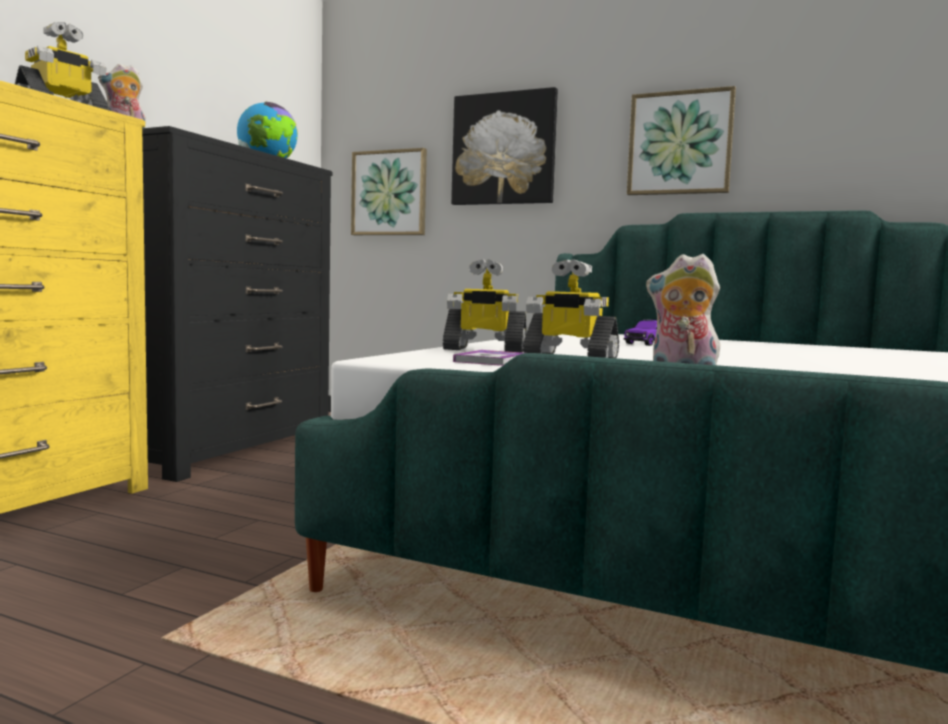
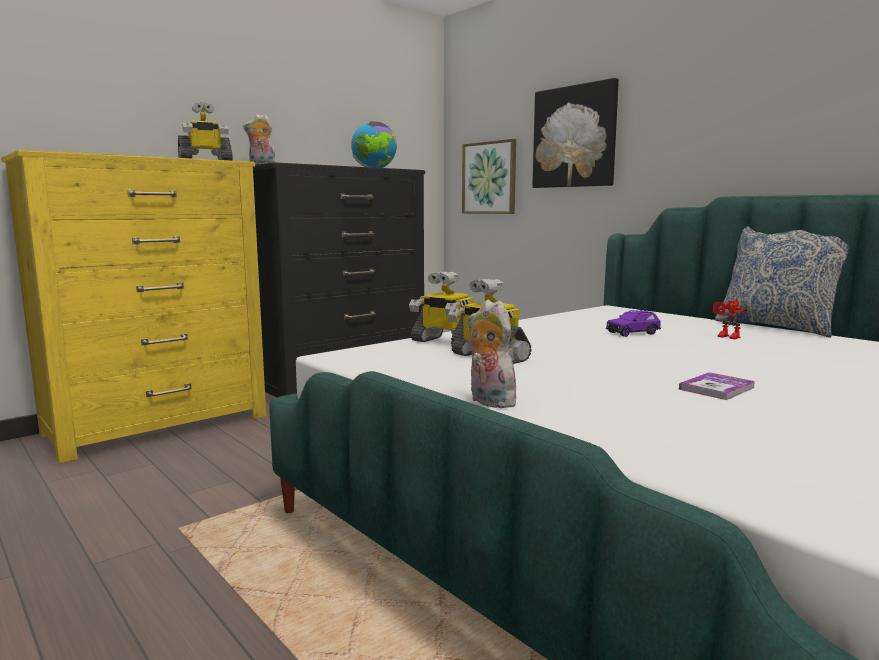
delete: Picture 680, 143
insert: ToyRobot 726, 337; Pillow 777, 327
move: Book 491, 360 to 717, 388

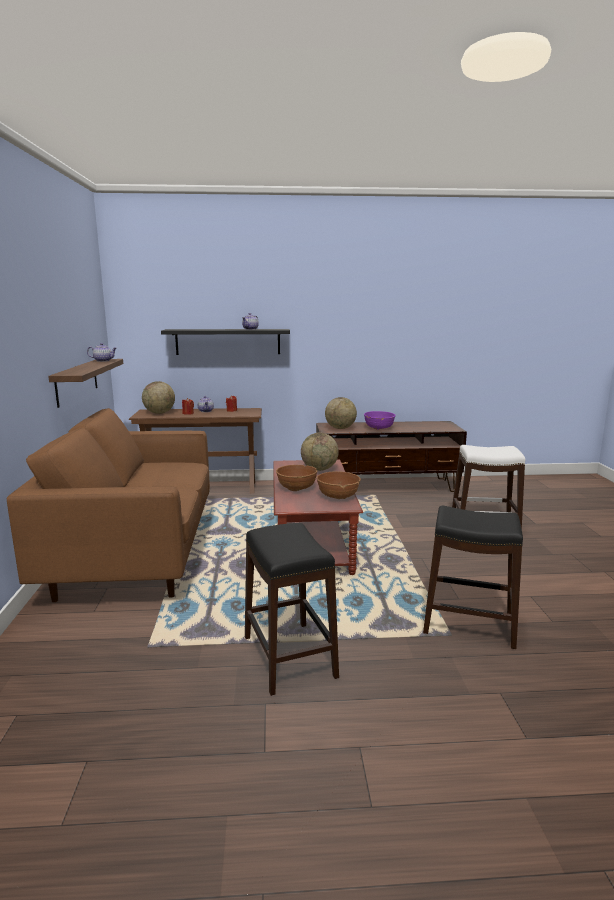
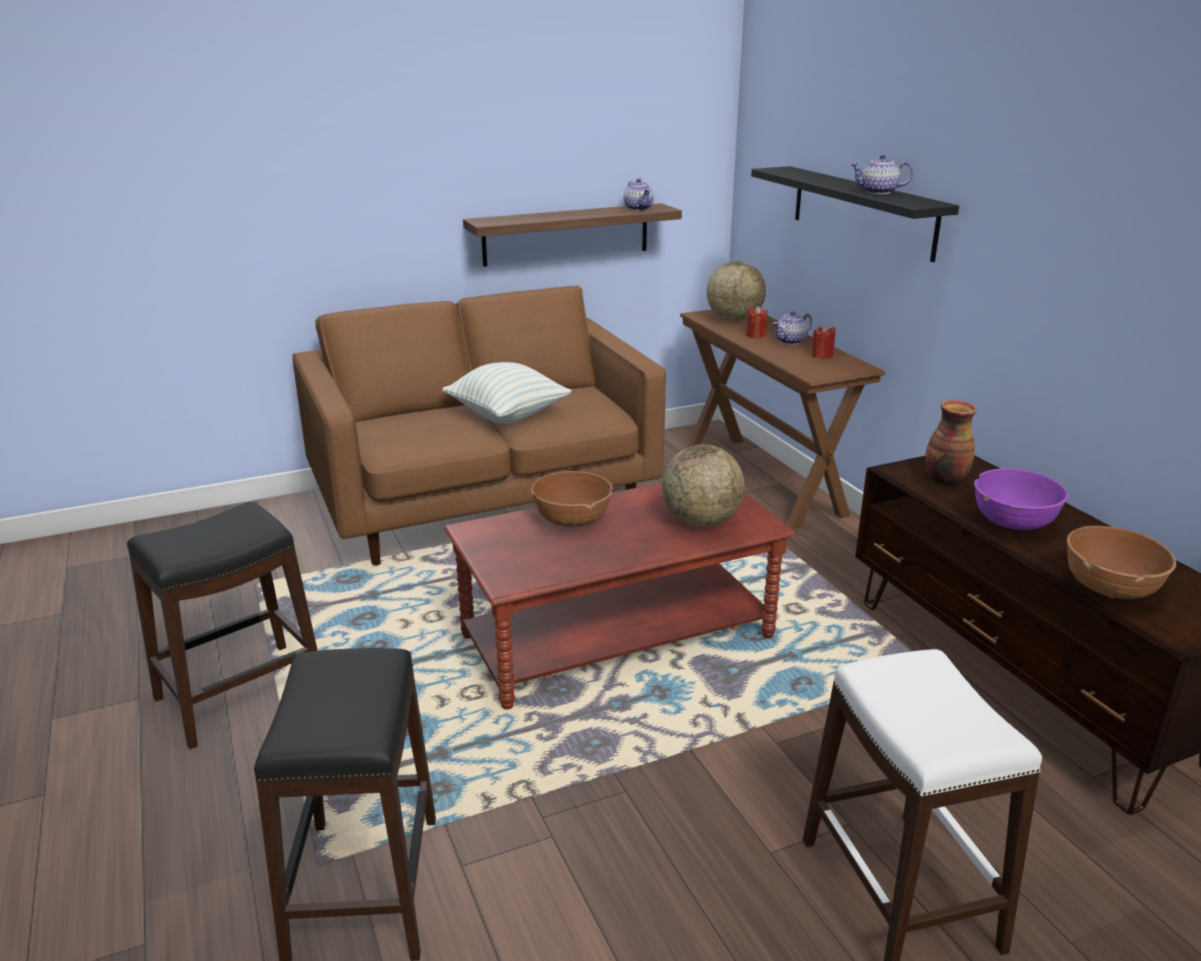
insert: Pillow 507, 415
move: BrownBowl 338, 496 to 1110, 588
replace: Globe 340, 428 to Vase 944, 479

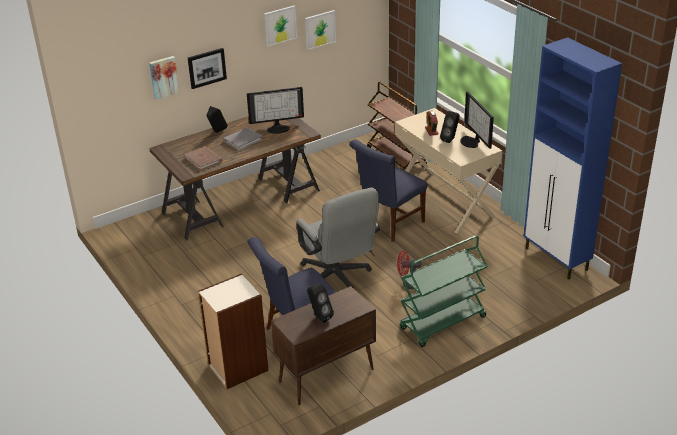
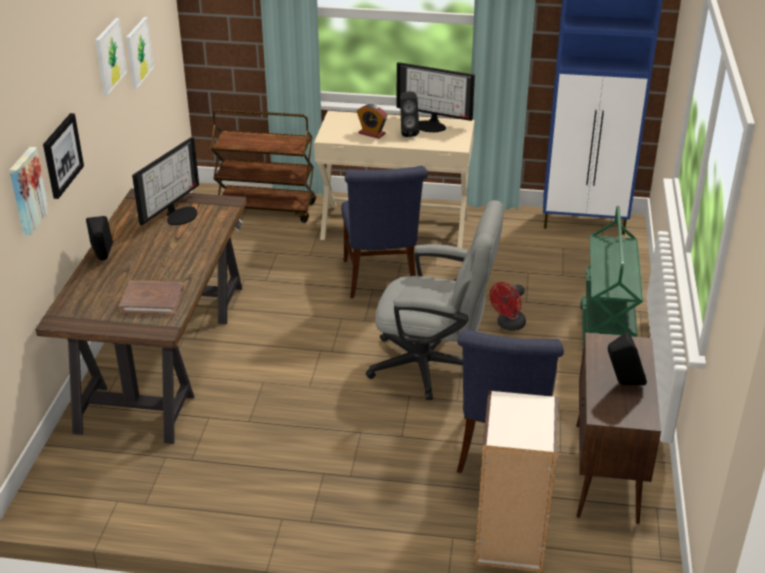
delete: GreyBook 243, 140

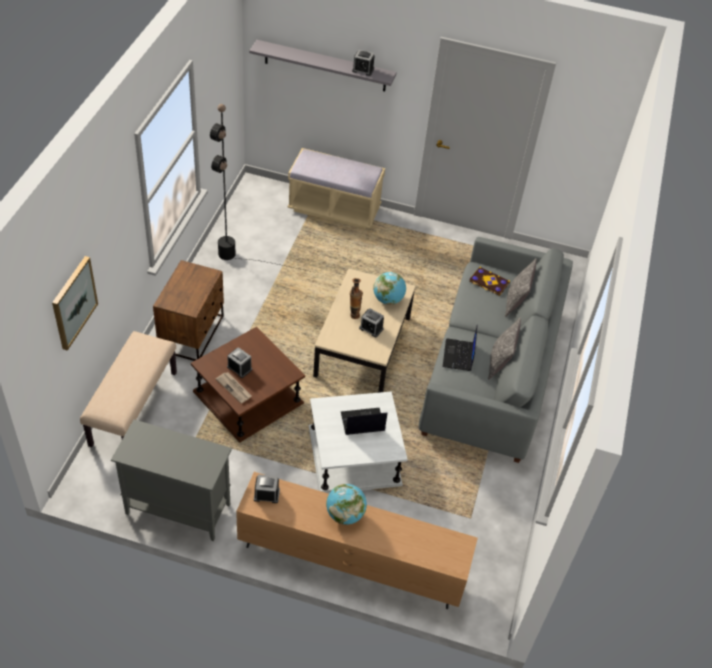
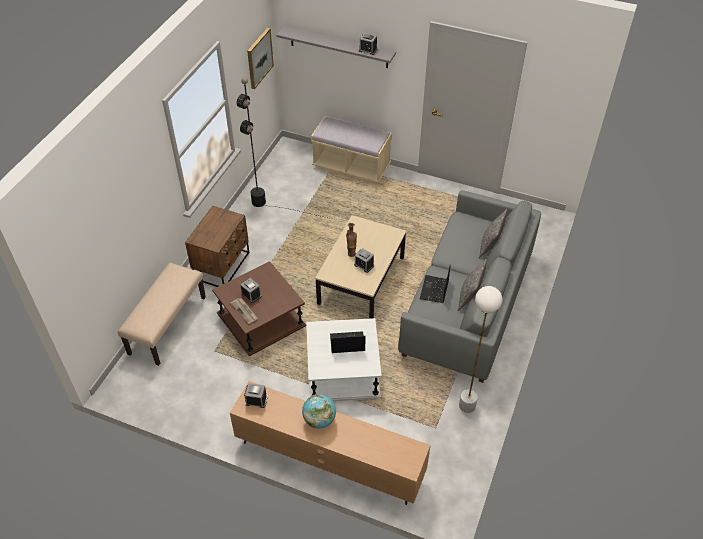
delete: GreyCabinet 177, 509; Globe 388, 300; Book 489, 282
insert: WhiteFloorLamp 467, 406
move: Picture 73, 302 to 259, 58

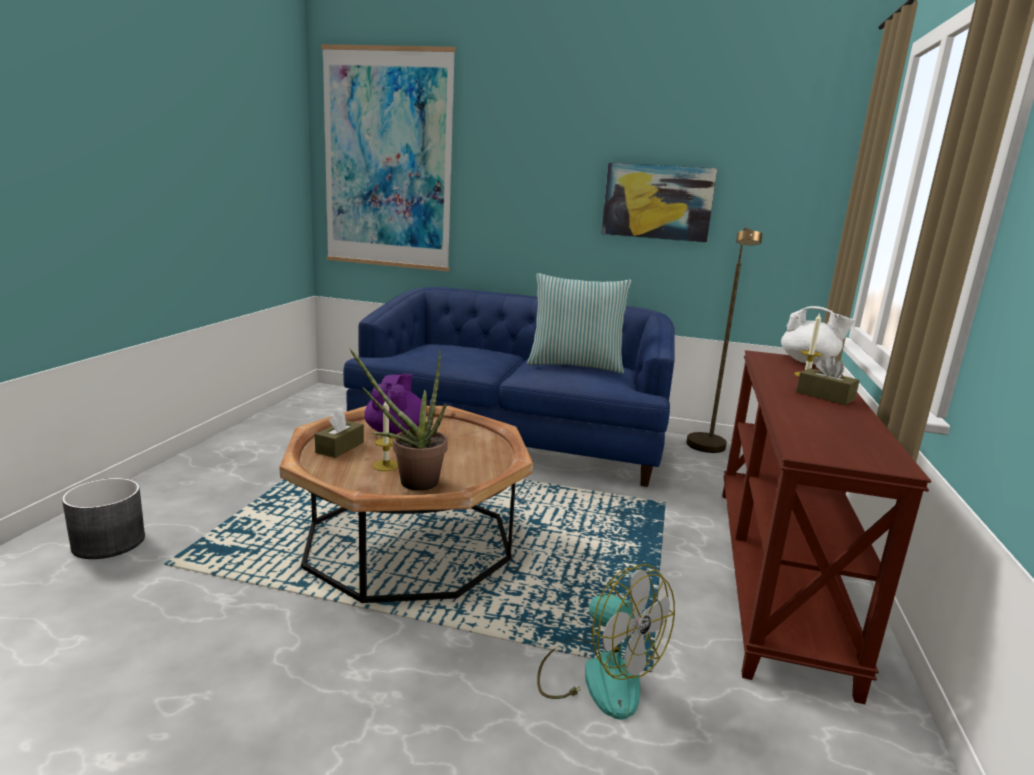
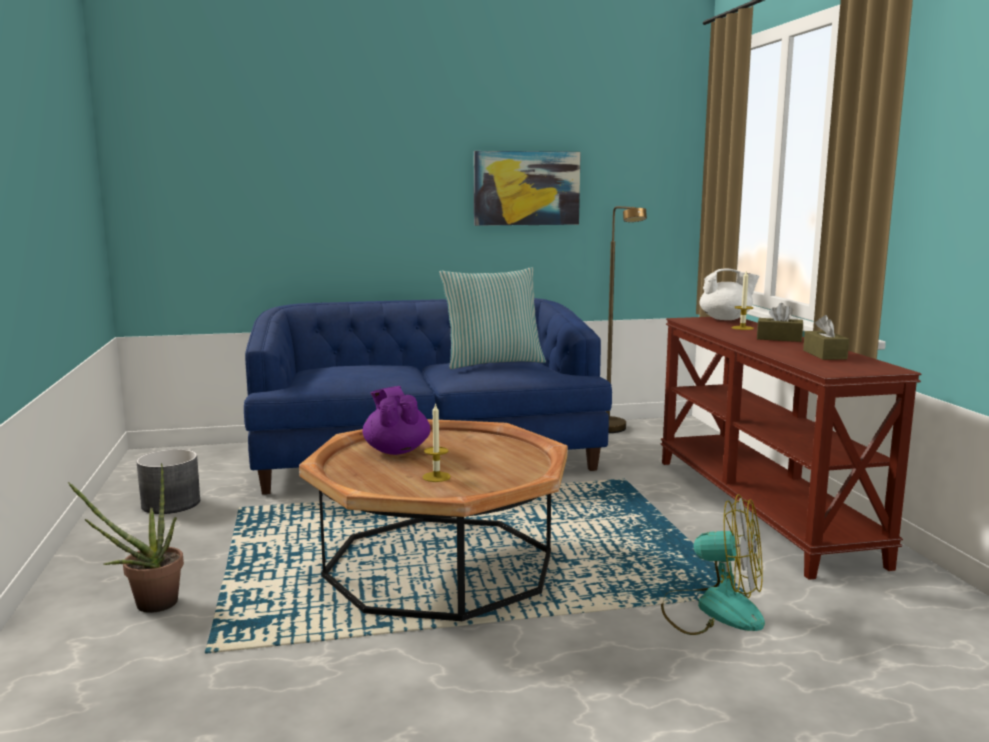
delete: Picture 388, 160
move: GreyPlanter 109, 542 to 171, 504; BrownTissueBox 340, 447 to 824, 355; PottedPlant 410, 482 to 147, 606

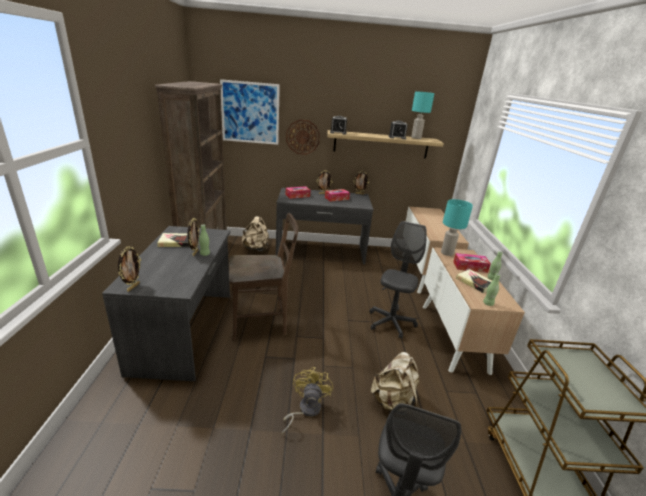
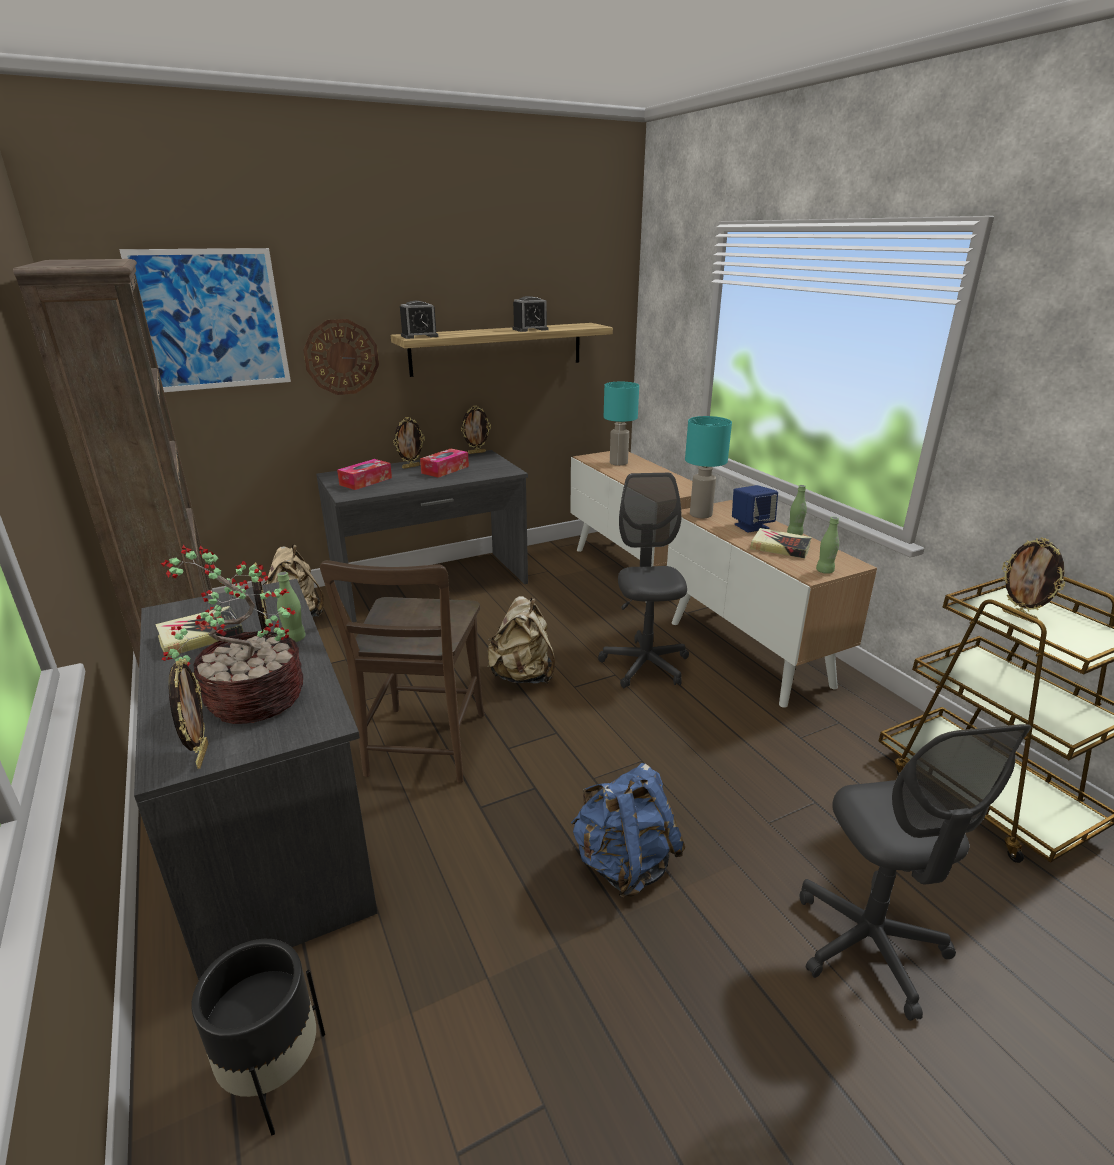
insert: PottedPlant 252, 699; BlackPlanter 275, 1074; PictureFrame 1019, 616
move: BeigeBackpack 393, 402 to 523, 676; TurquoiseTableLamp 416, 138 to 619, 463
replace: YellowFan 305, 410 to BlueBackpack 624, 864; TissueBox 470, 267 to BlueSpeaker 751, 526
rotate: BrownChair 262, 322 = 424, 749 135 degrees clockwise

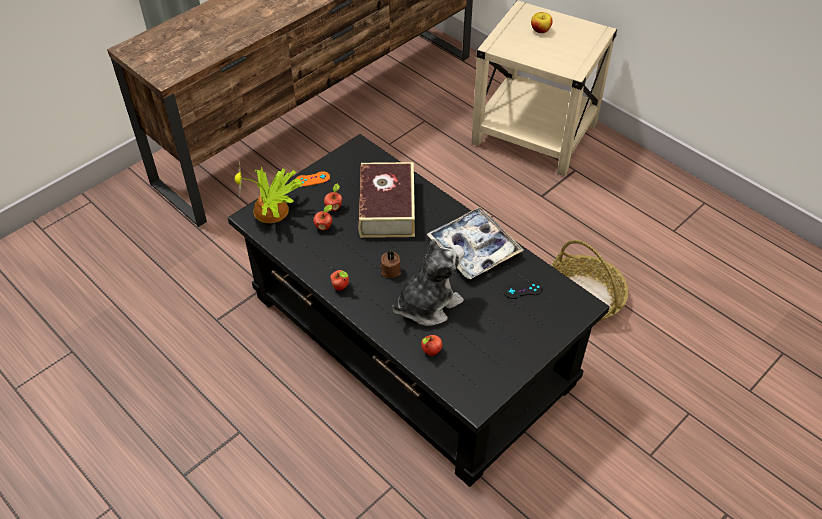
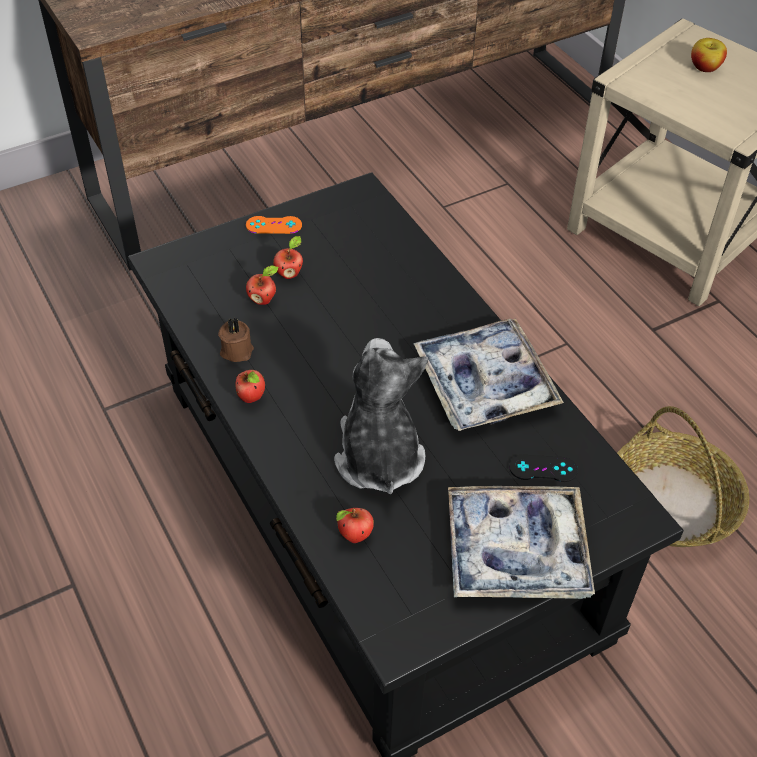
delete: PottedPlant 273, 211; Book 387, 208
insert: Tray 516, 551
move: BrownCandle 390, 270 to 236, 350
rotate: PlushToy 428, 304 = 378, 456 75 degrees counterclockwise

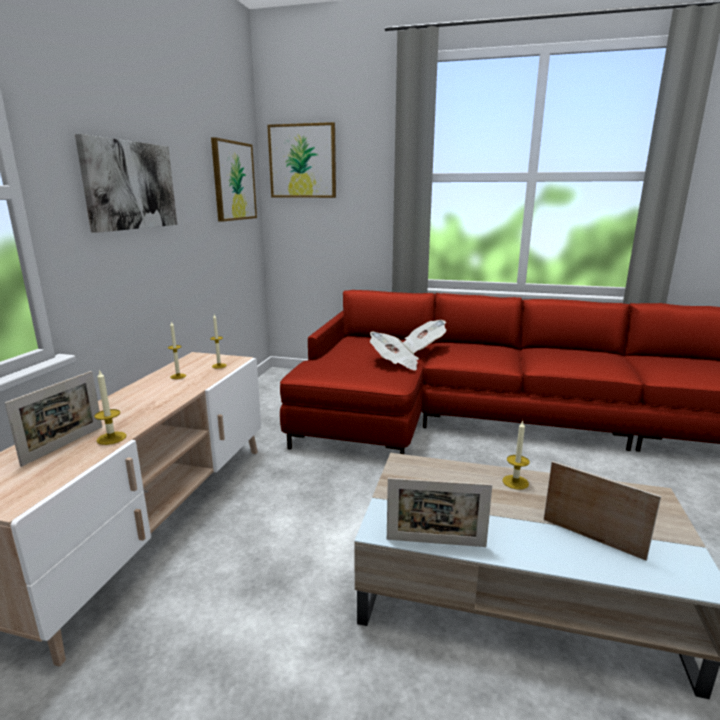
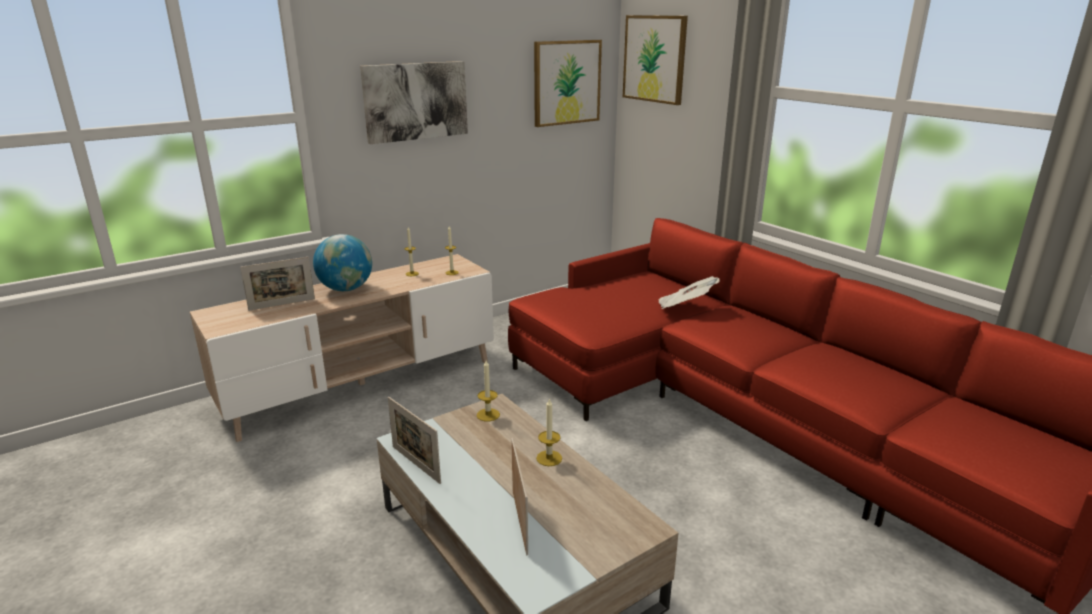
delete: Newspaper 394, 364
insert: Globe 346, 289
move: Candle 111, 438 to 488, 415

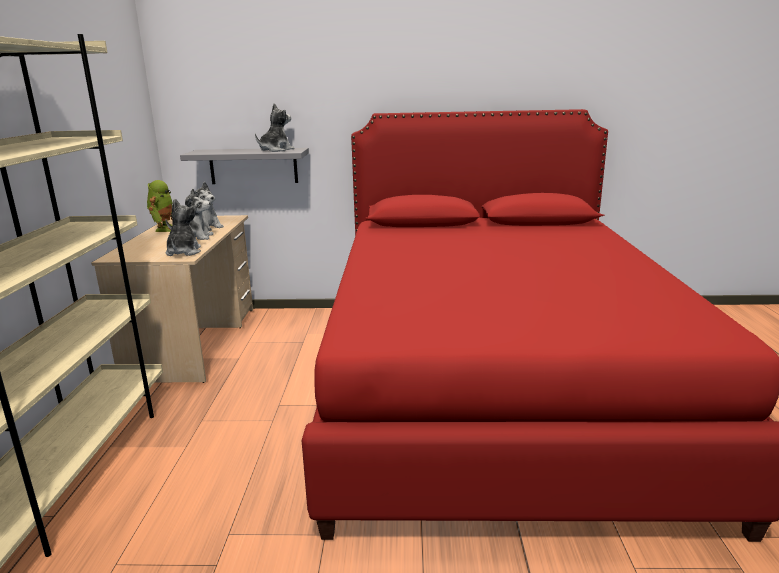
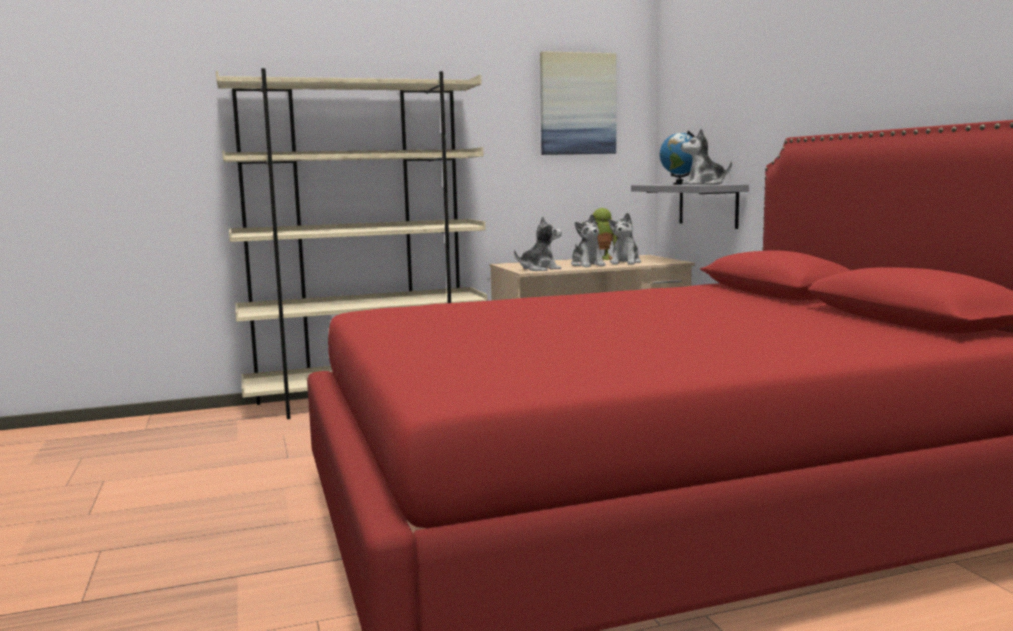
insert: Picture 577, 104; Globe 680, 184
rotate: PlushToy 275, 150 = 704, 184 150 degrees clockwise

